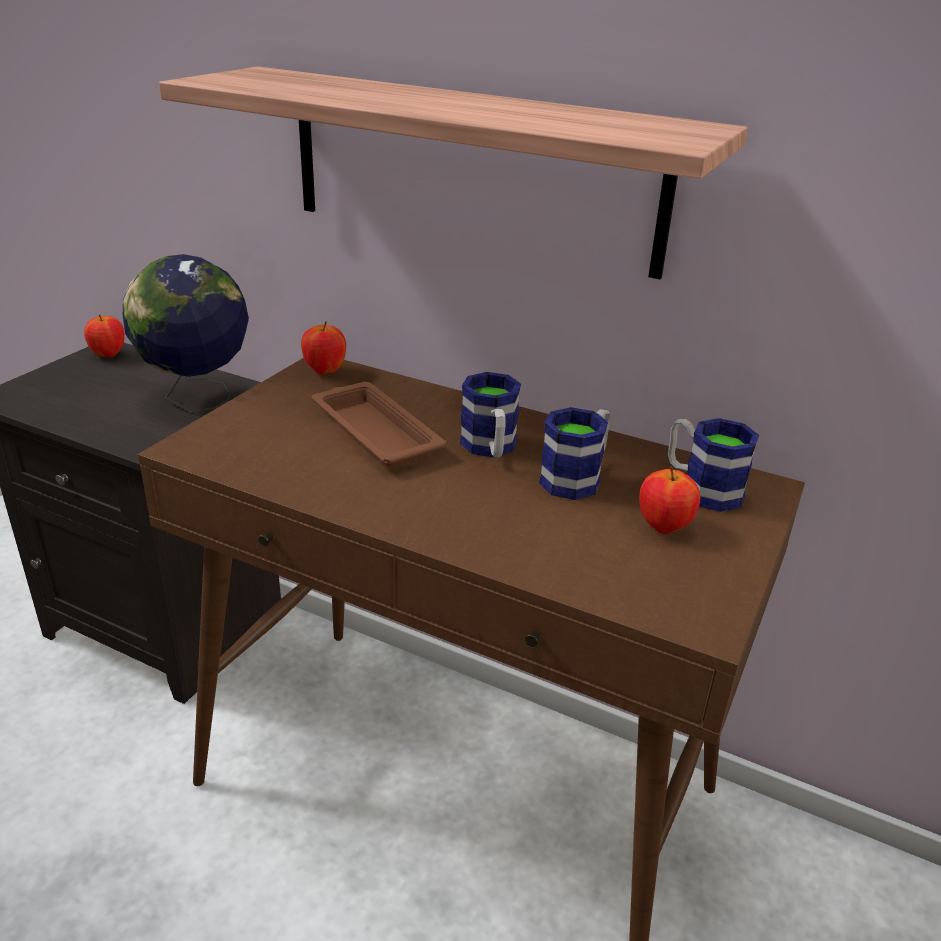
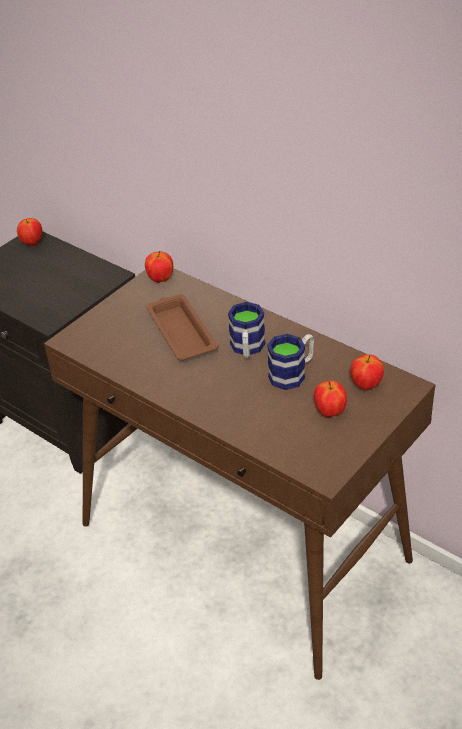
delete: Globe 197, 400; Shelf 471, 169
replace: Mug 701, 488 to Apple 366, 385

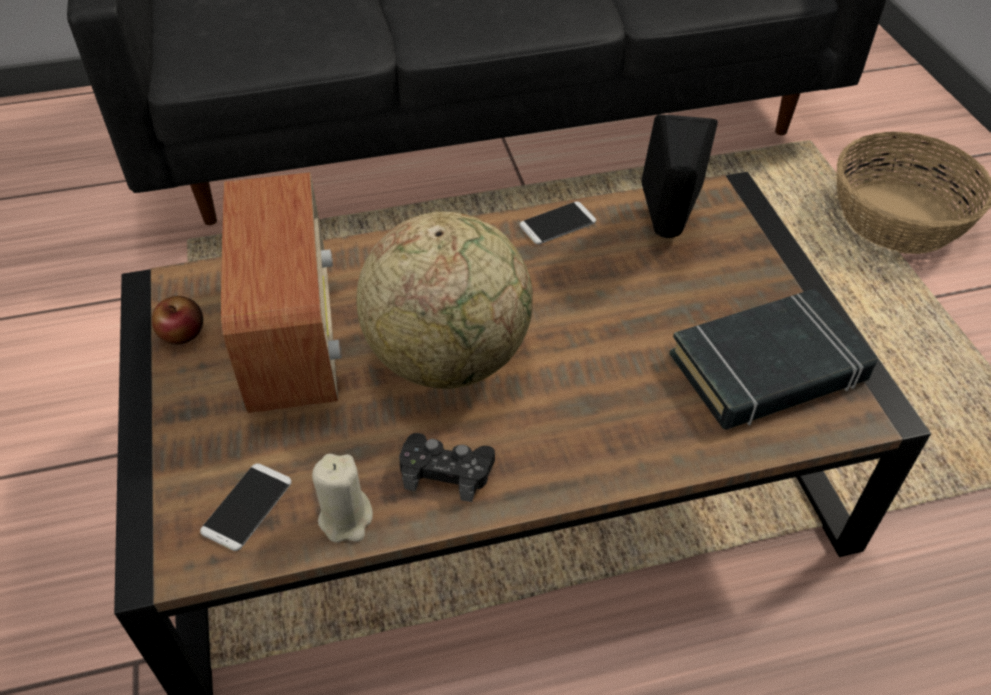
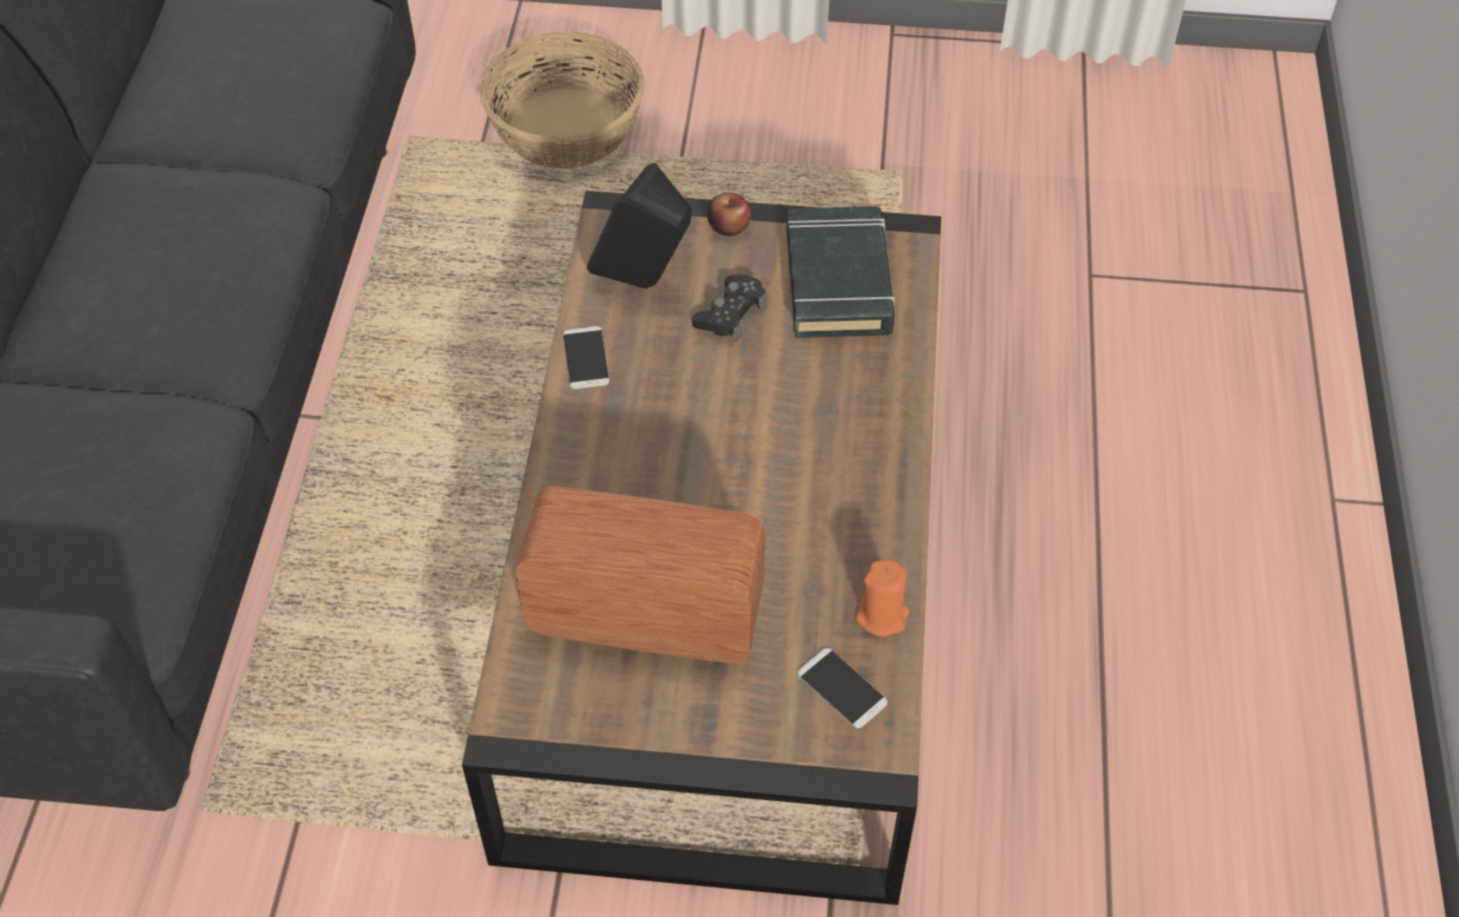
delete: Globe 449, 357
move: Apple 183, 333 to 729, 226; BlackGameController 446, 471 to 730, 314
recolor: BeigeCandle 346, 519 to OrangeCandle 882, 616

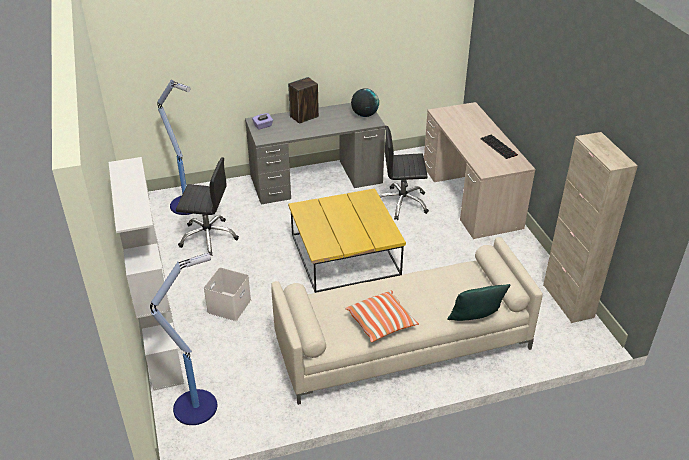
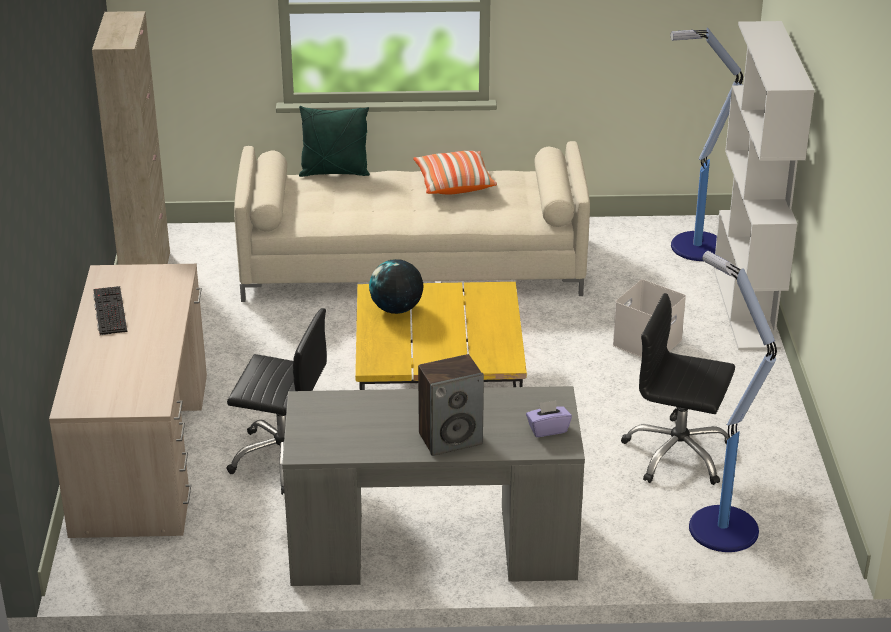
move: Globe 364, 115 to 396, 309

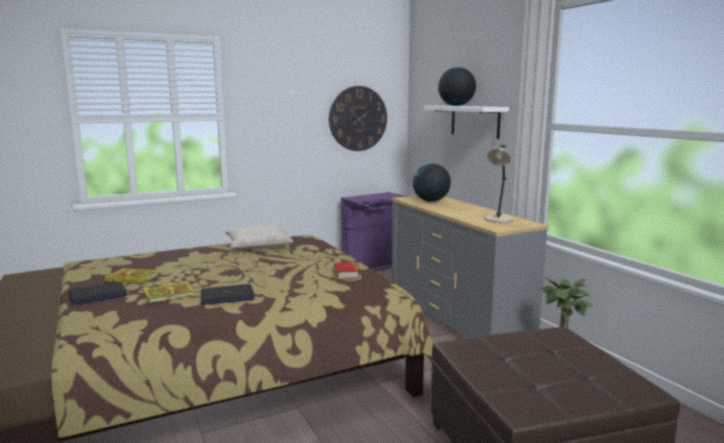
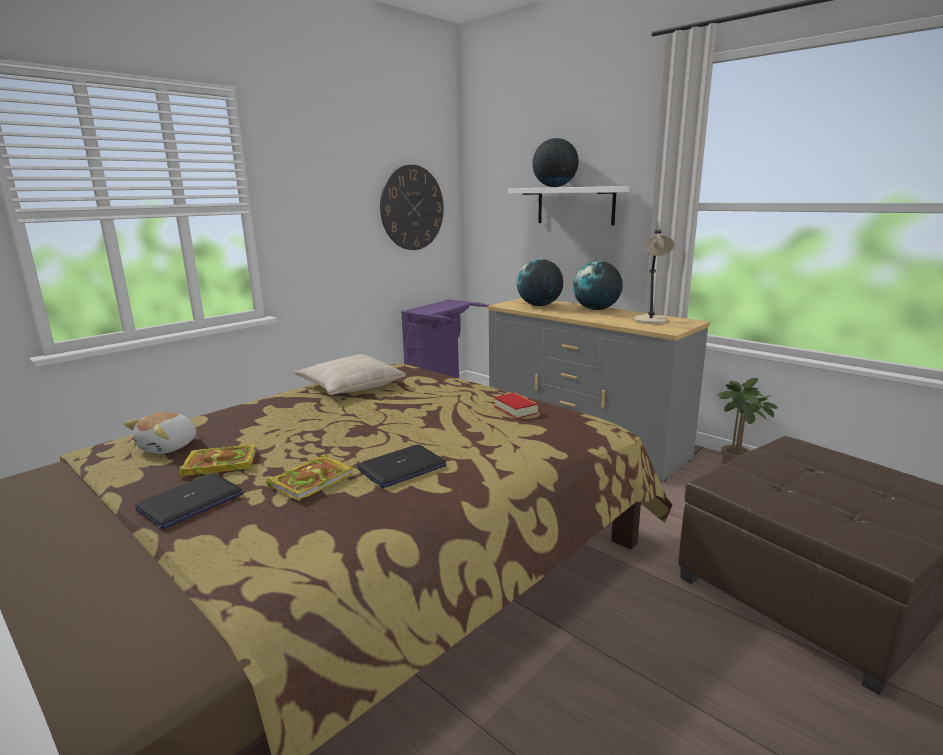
insert: PlushToy 169, 447; Globe 596, 309

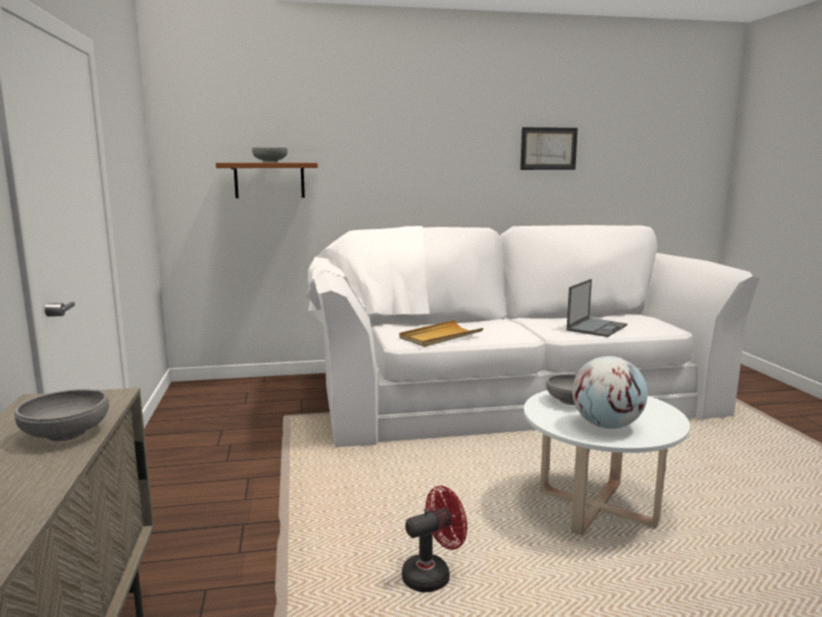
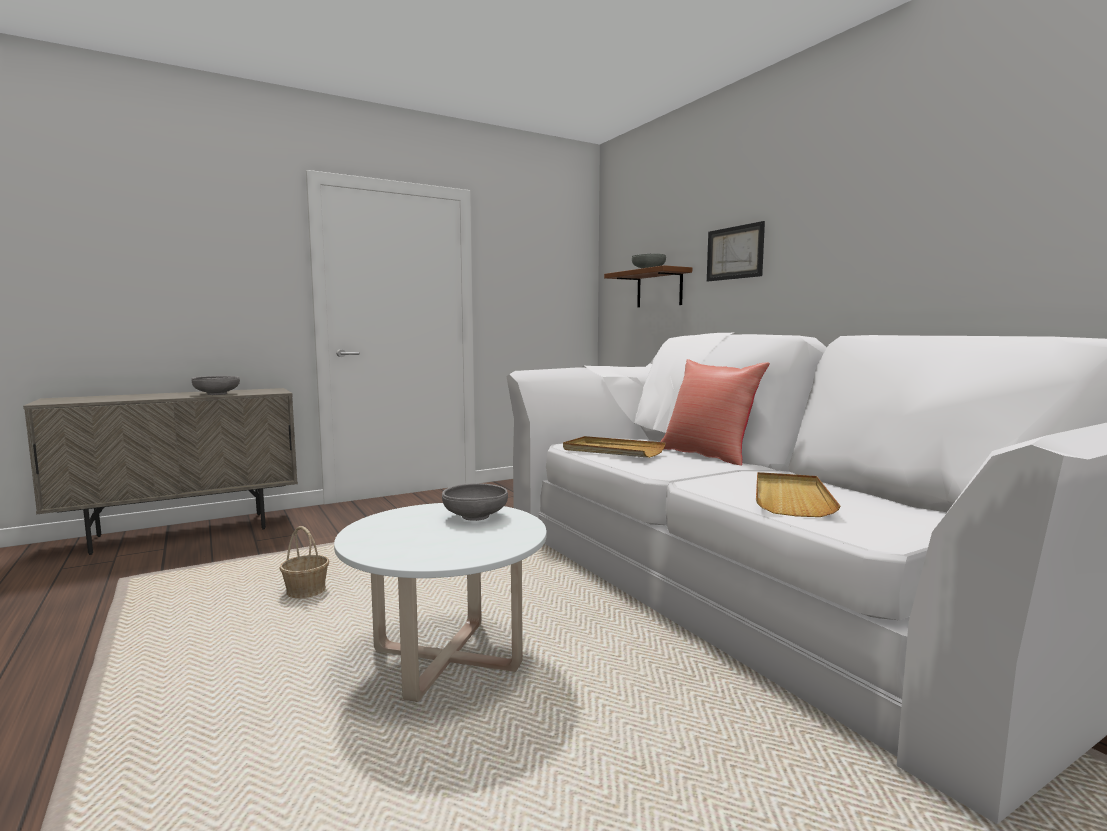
delete: Globe 606, 425
insert: RedPillow 708, 455
move: Picture 548, 148 to 735, 253
replace: RedFan 433, 575 to Basket 306, 591; Laptop 597, 327 to BeigeTray 791, 498

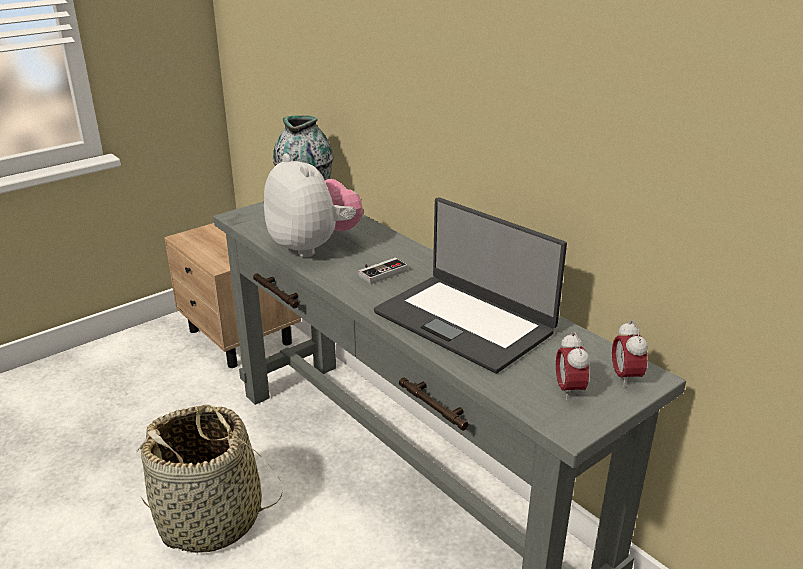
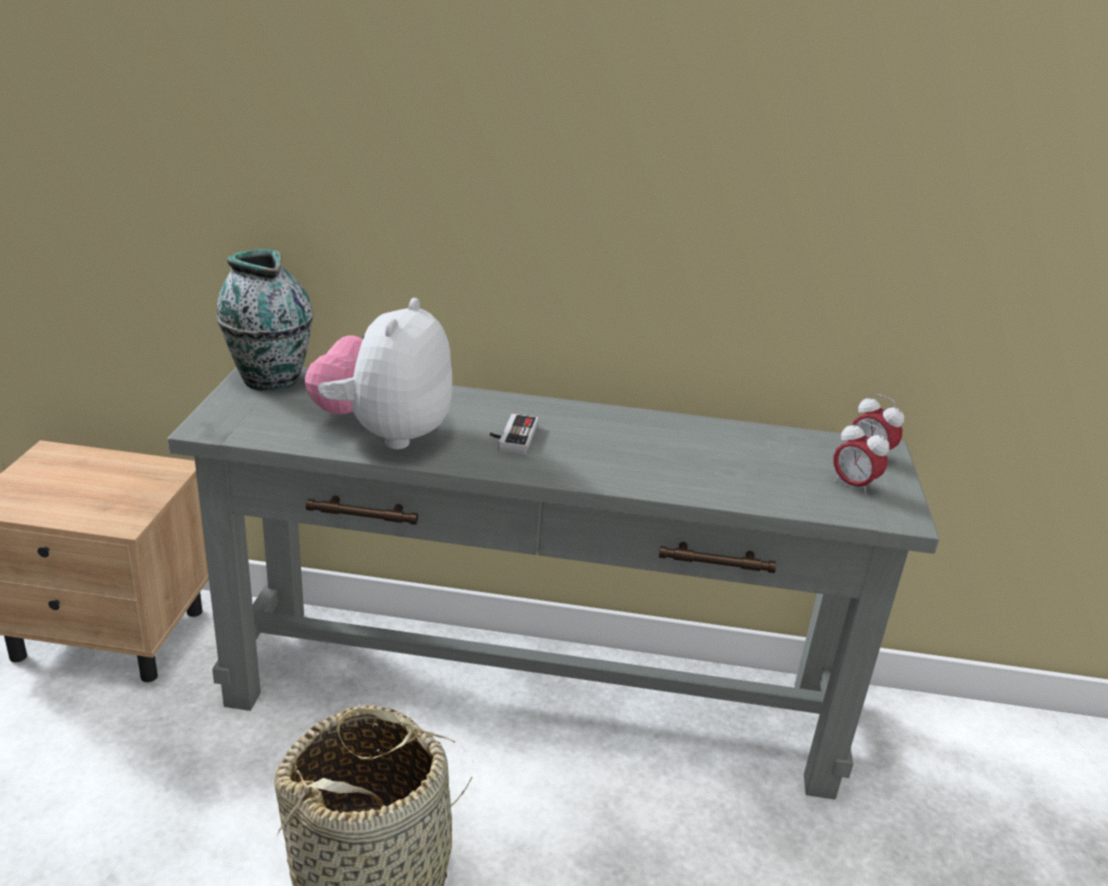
delete: Laptop 465, 321
rotate: PlushToy 313, 246 = 384, 433 90 degrees counterclockwise

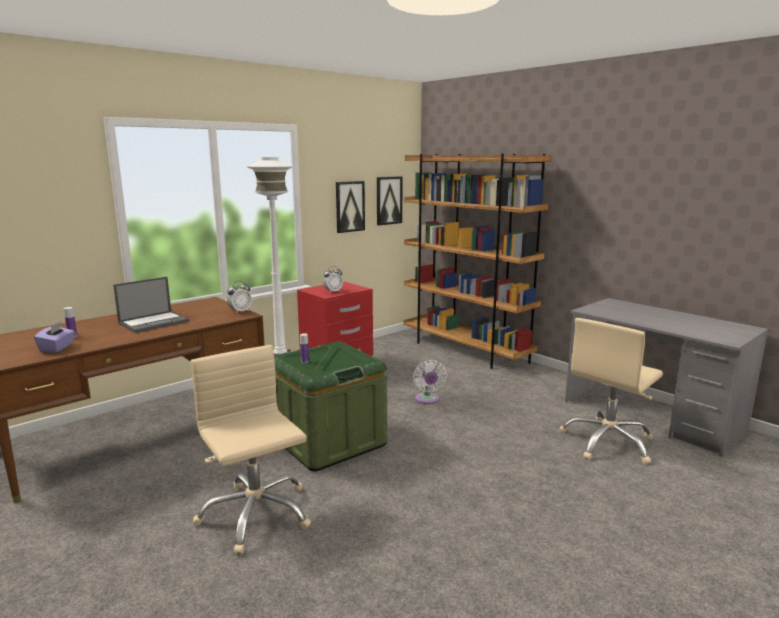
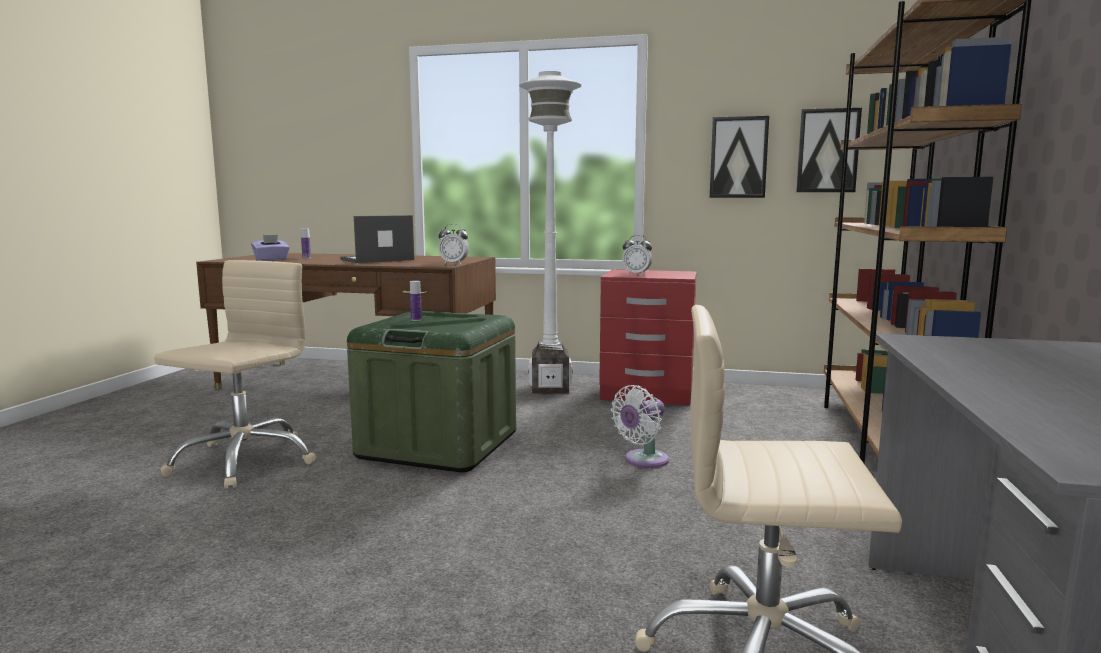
rotate: Laptop 154, 322 = 376, 260 135 degrees clockwise

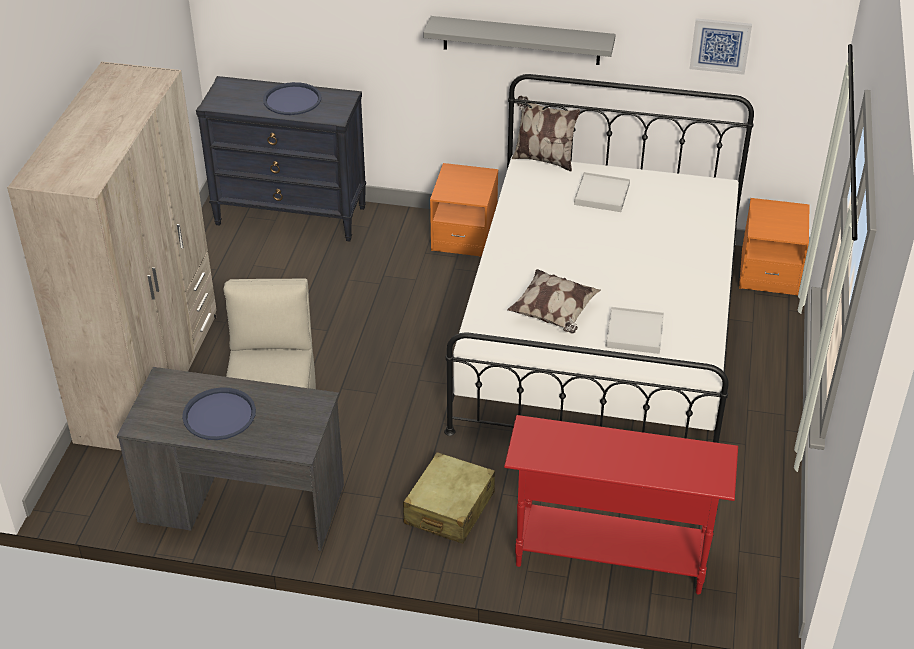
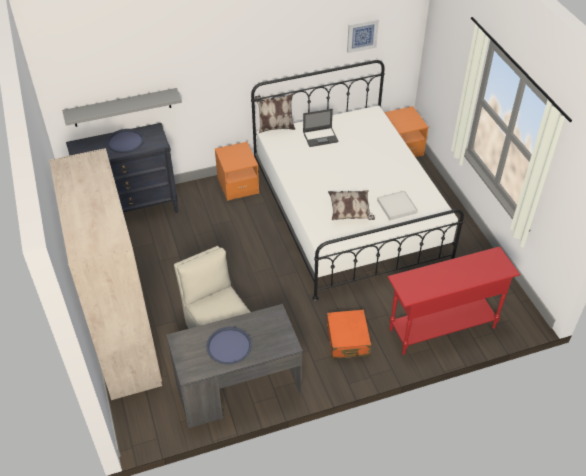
move: GreyShelf 521, 40 to 122, 107
replace: WhiteTray 602, 194 to Laptop 320, 137
recolor: BeigeSuitcase 449, 508 to OrangeSuitcase 347, 340

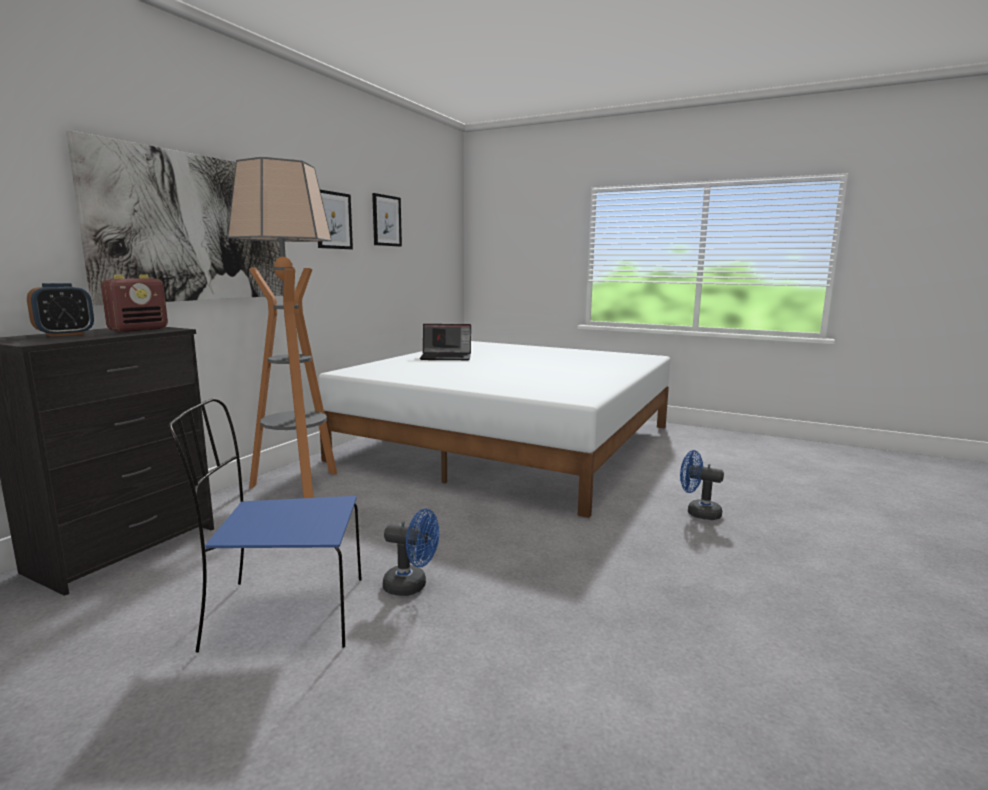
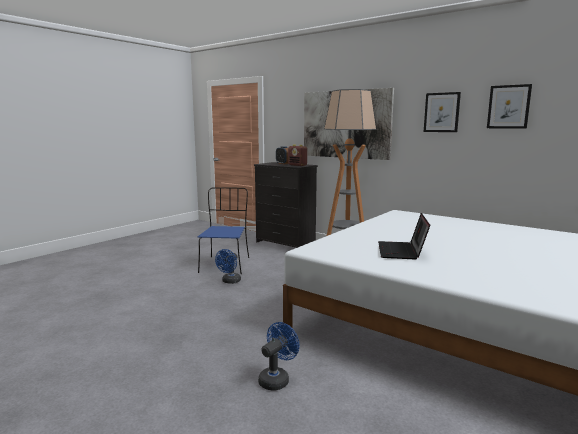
move: Laptop 447, 357 to 402, 251

